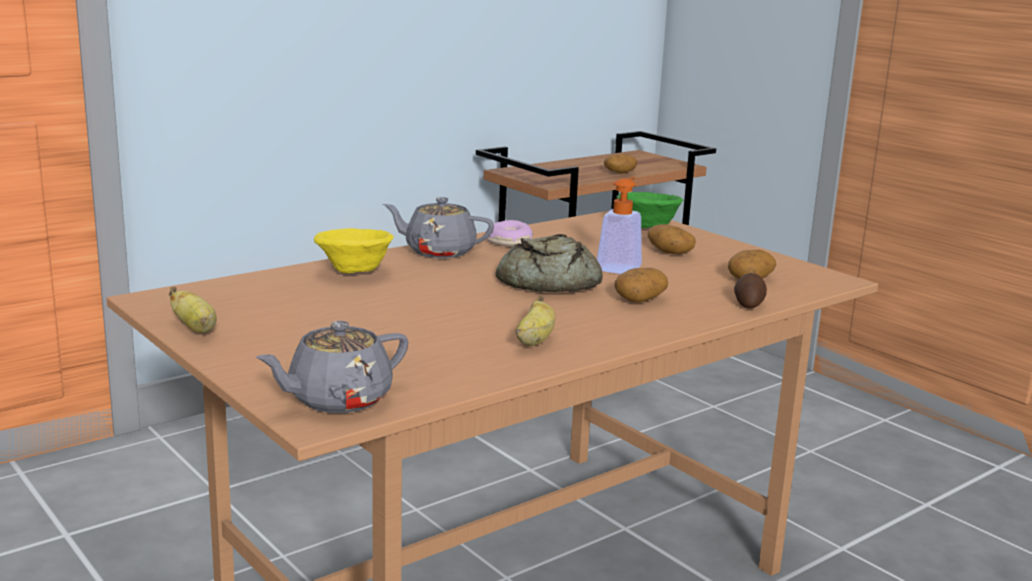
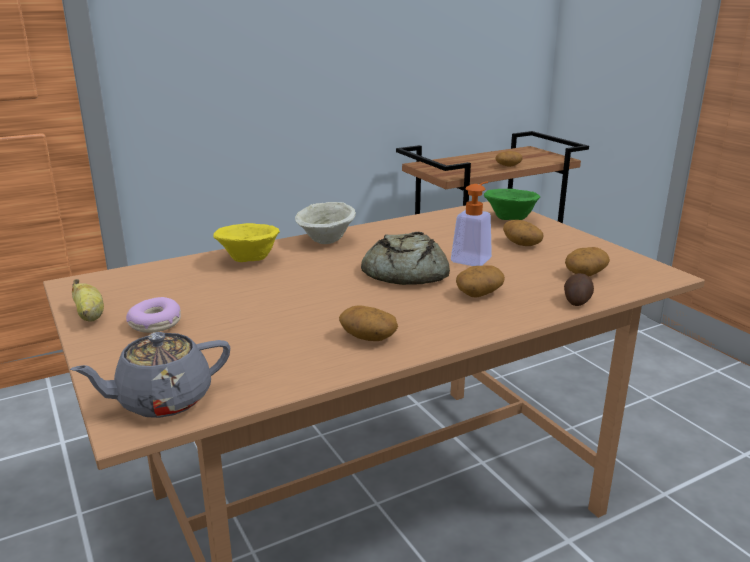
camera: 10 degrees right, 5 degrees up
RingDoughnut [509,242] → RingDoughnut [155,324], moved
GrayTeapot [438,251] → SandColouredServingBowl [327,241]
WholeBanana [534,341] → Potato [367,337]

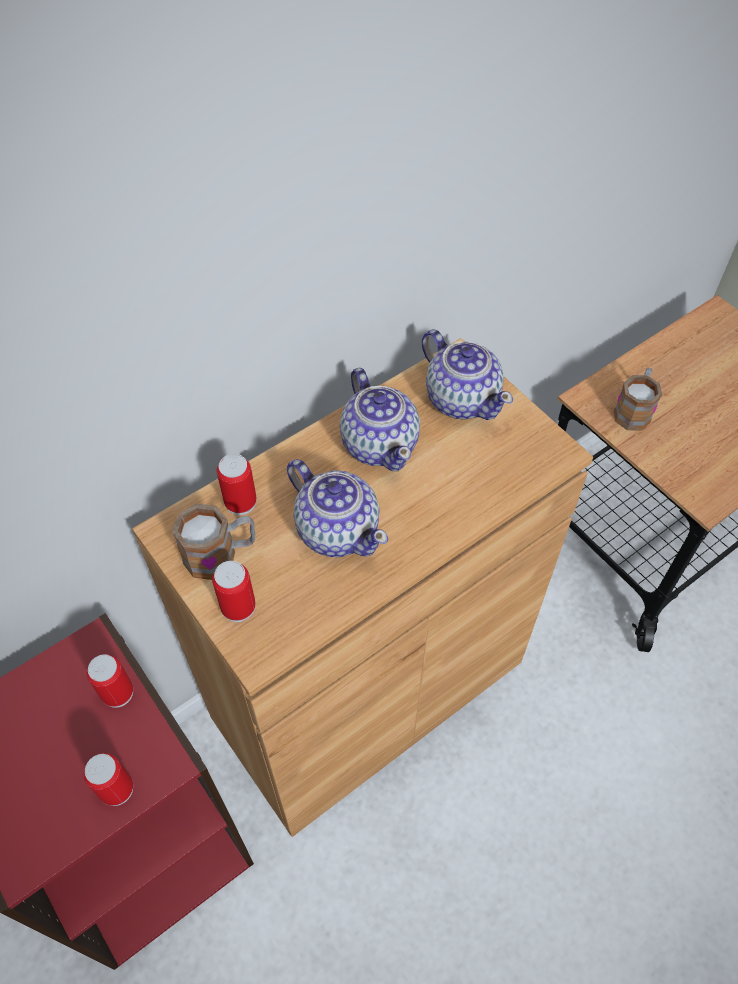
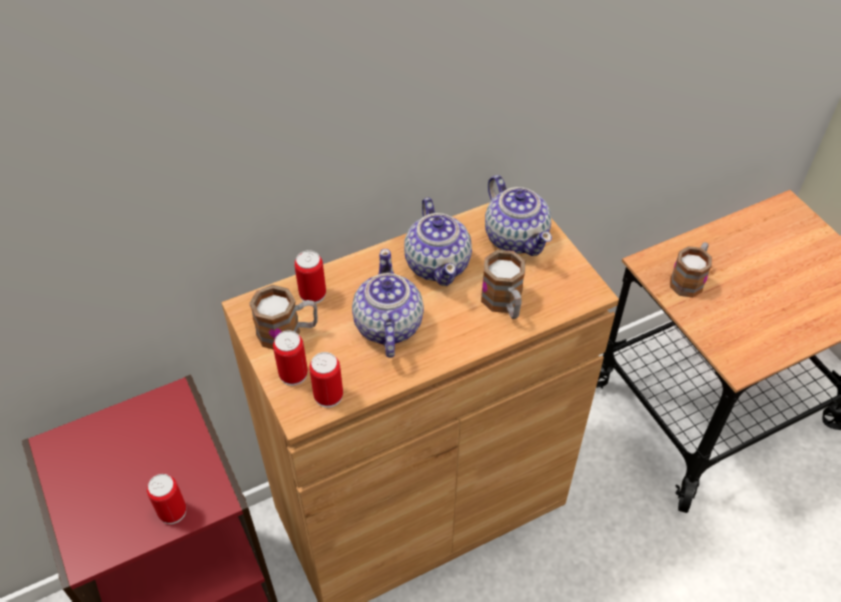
camera: 10 degrees right, 5 degrees down
MetalCan [118,693] → MetalCan [328,396], moved
Teapot [337,529] → Teapot [387,326], 150 degrees counterclockwise
- → TeaMug [504,304]

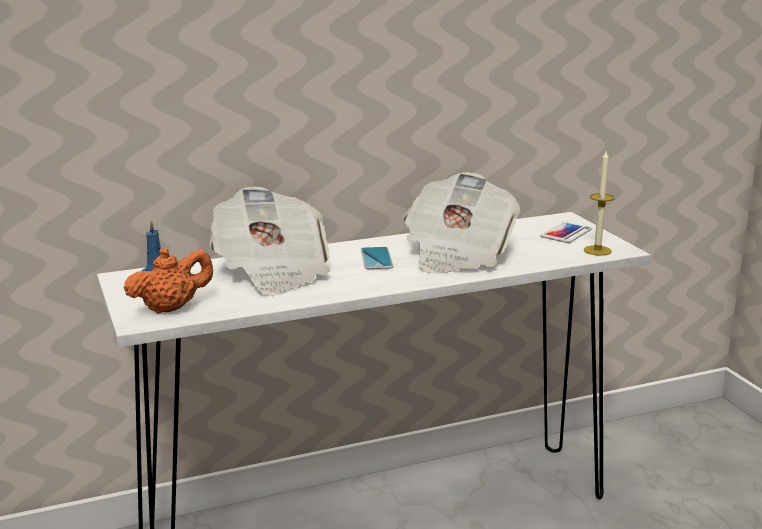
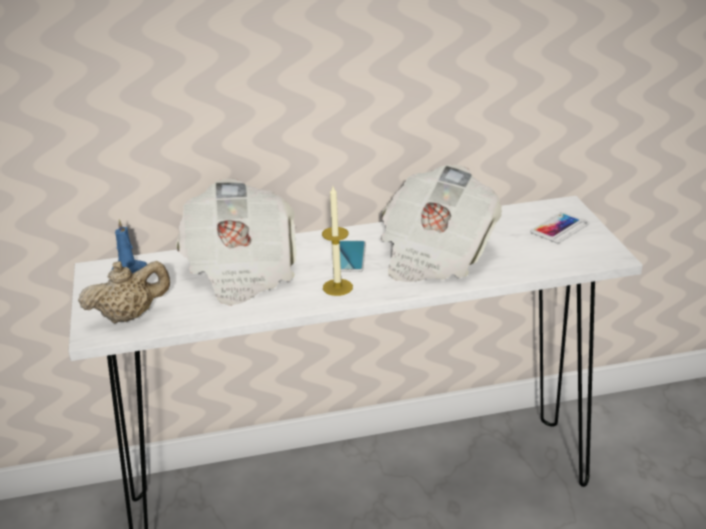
camera: 10 degrees right, 10 degrees up
OrangeTeapot [171,308] → SandColouredTeapot [129,316]
WaxCandle [597,250] → WaxCandle [337,287], moved

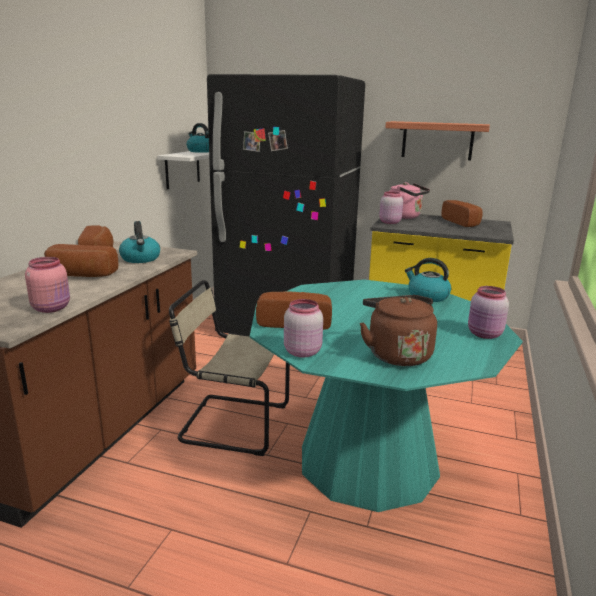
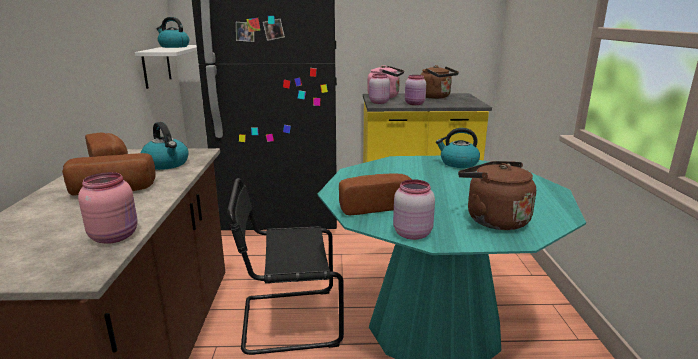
camera: 20 degrees left, 0 degrees up
SandColouredUprightChair [230,423] → BlackColouredUprightChair [286,321]
PinkColouredJar [484,334] → PinkColouredJar [414,104], moved
BakeryBread [462,222] → BrownishWaterKettle [436,97]
Shelf [437,140] → -

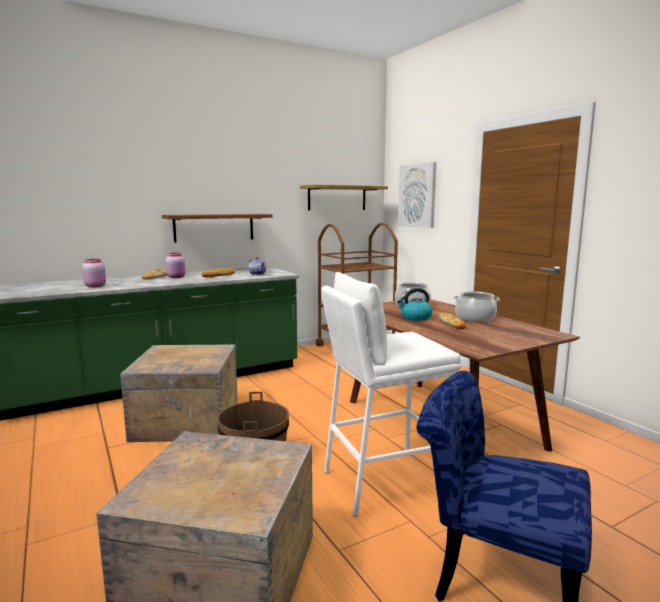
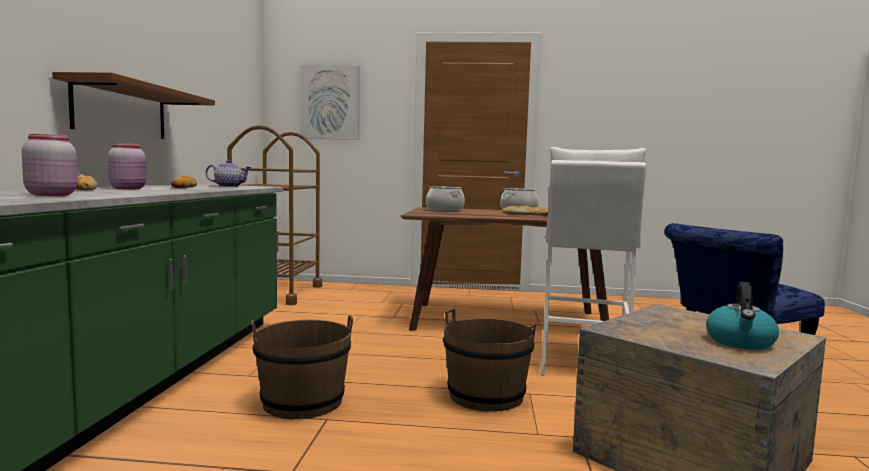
camera: 55 degrees left, 5 degrees down
PackingCrate [189,419] → BrownishBucket [302,402]
WaterKettle [415,317] → WaterKettle [740,342], moved
Shelf [337,198] → -

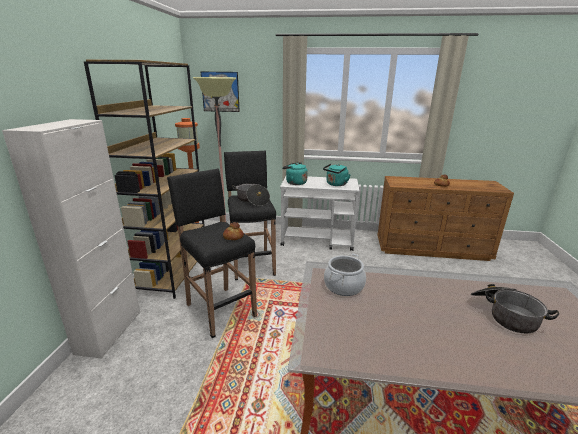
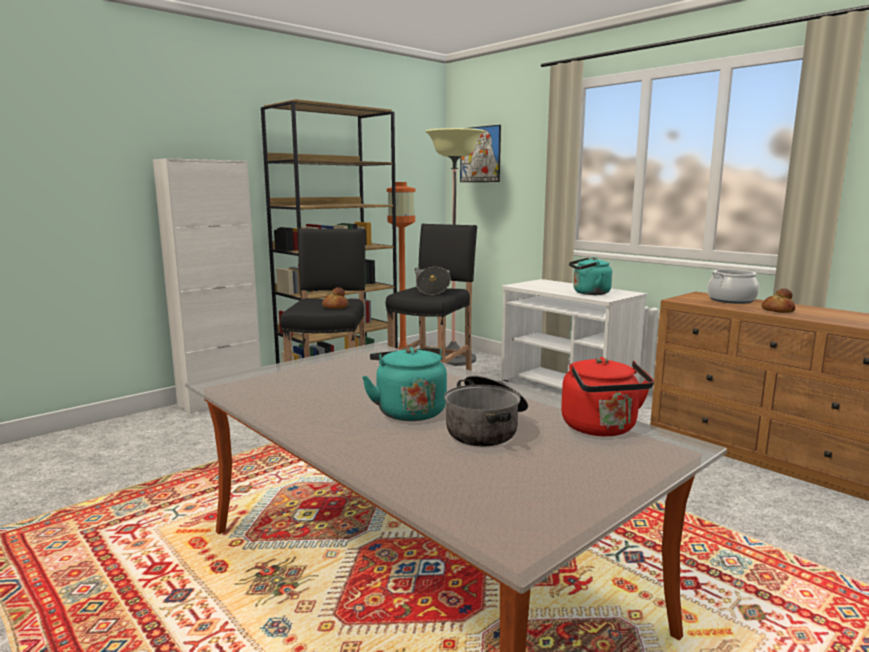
camera: 40 degrees right, 10 degrees down
TurquoiseWaterKettle [294,183] → TurquoiseWaterKettle [409,411], moved
- → RedWaterKettle [601,429]
Stockpot [343,286] → Stockpot [731,300], moved

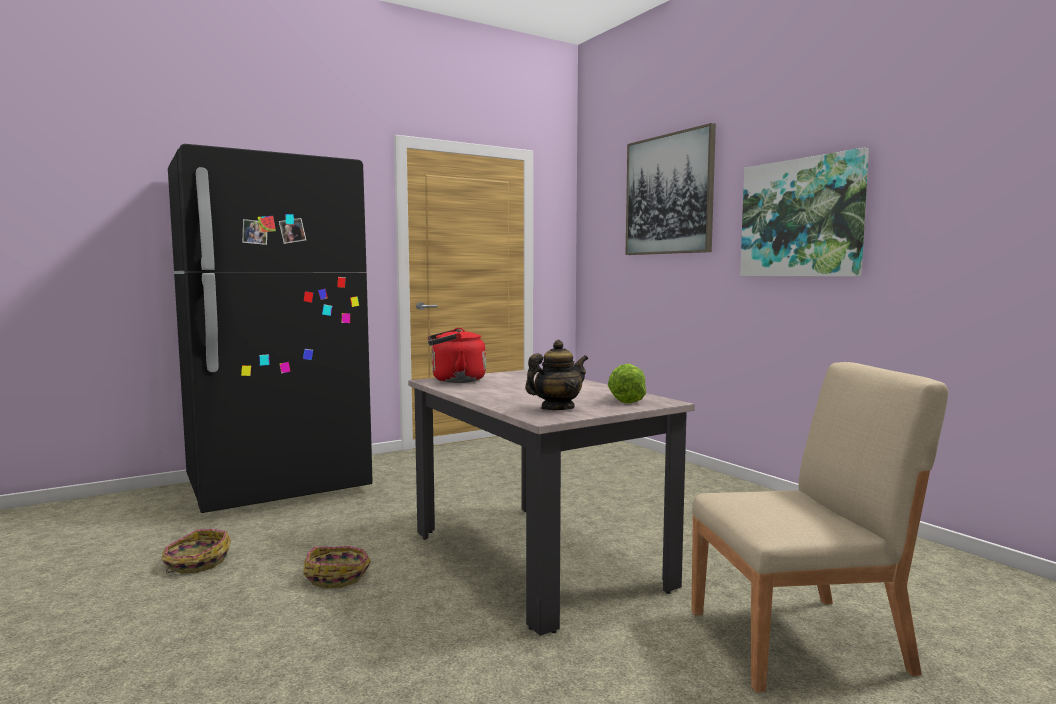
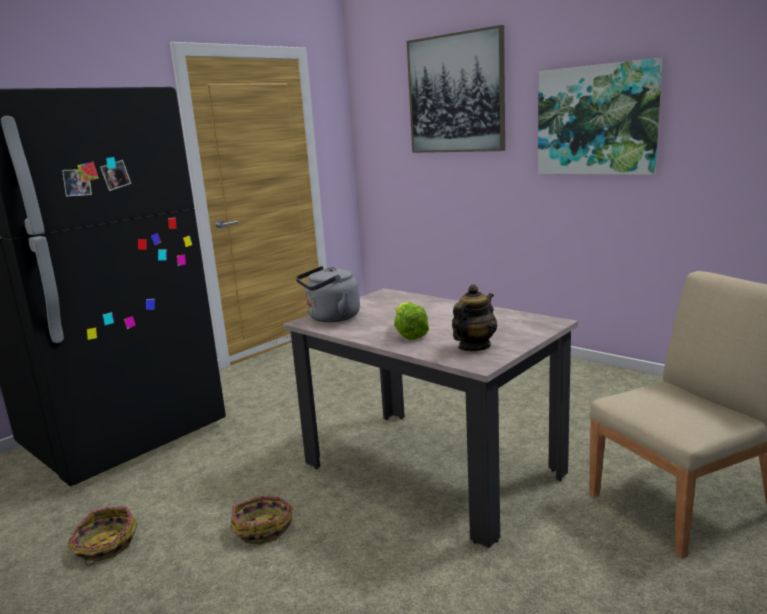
camera: 15 degrees left, 10 degrees up
RedWaterKettle [455,380] → GrayWaterKettle [331,318]
LettuceHead [625,400] → LettuceHead [409,334], moved

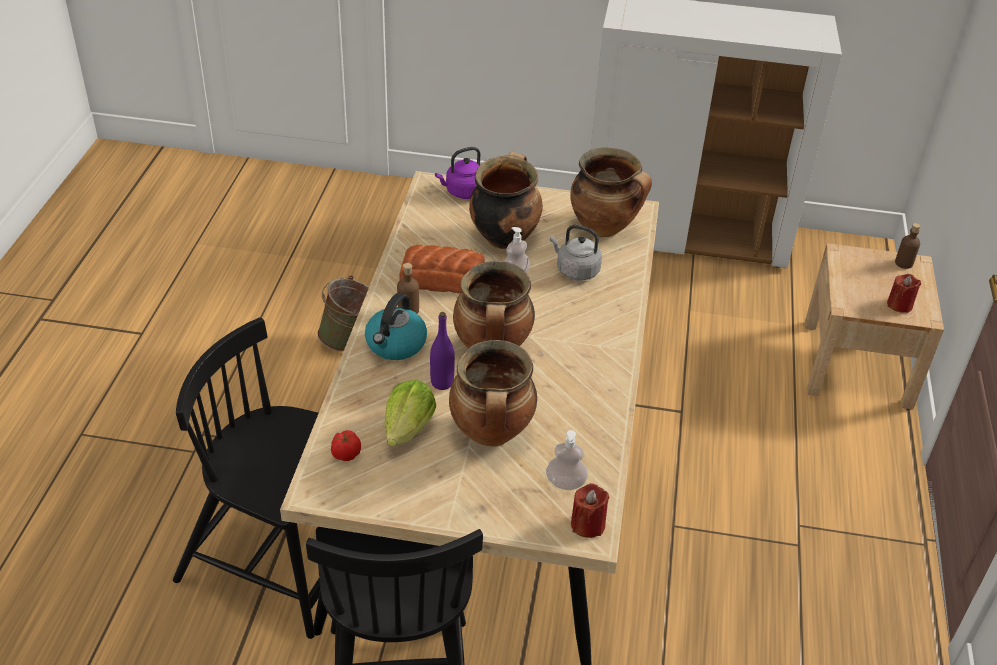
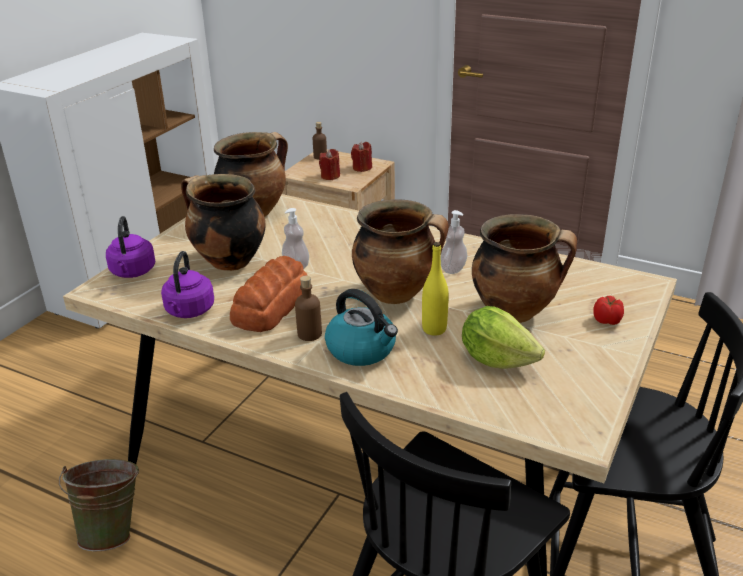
camera: 70 degrees left, 10 degrees down
- → PurplishWaterKettle [189,311]
RedWaxCandle [588,524] → RedWaxCandle [330,176], moved
PurplishBottle [442,383] → YellowBottle [434,329]
SoapDispenser [565,483] → SoapDispenser [453,269], moved
Tomato [345,454] → Tomato [607,321], moved
GrayWaterKettle [575,270] → -

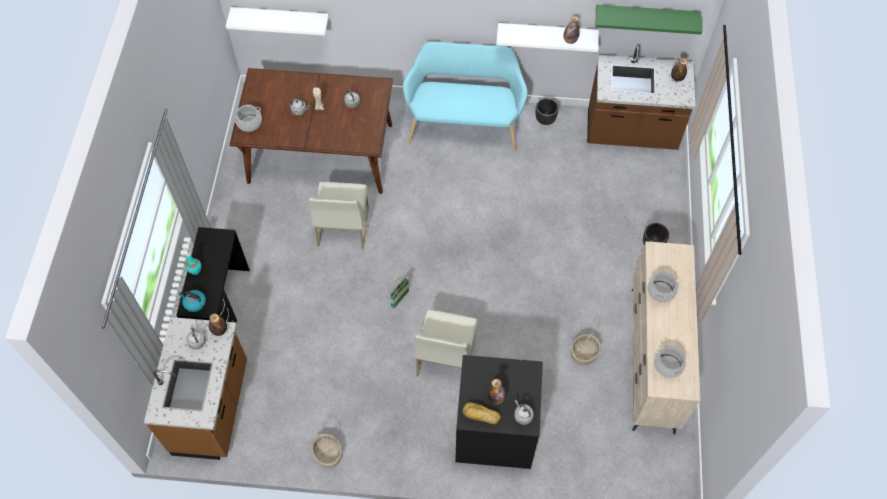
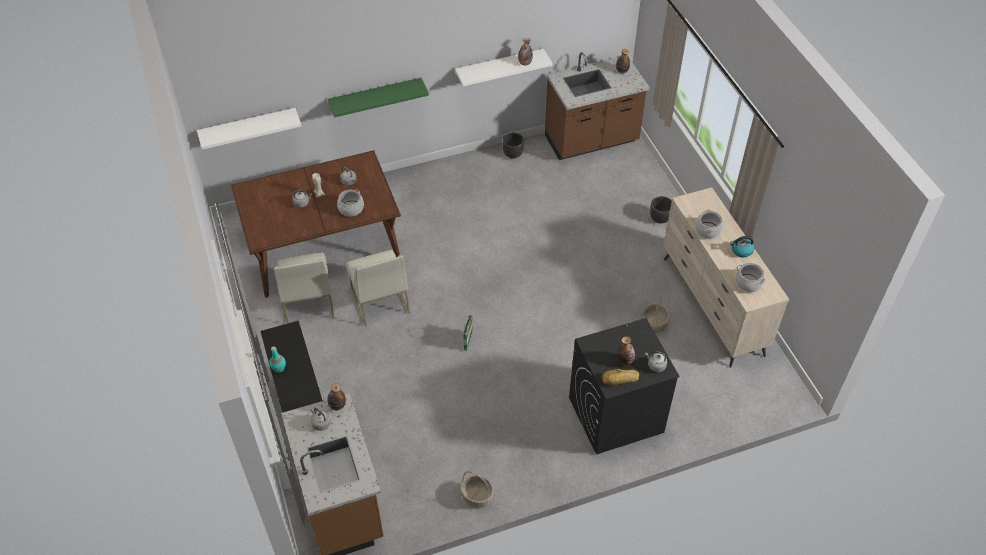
camera: 25 degrees left, 10 degrees down
WhiteUprightChair [445,356] → WhiteUprightChair [307,301], moved
GreenishShelf [646,16] → GreenishShelf [375,96], moved
Stockpot [249,123] → Stockpot [351,208], moved
WaterKettle [194,303] → WaterKettle [741,251], moved
TurquoiseIndoorBench [464,124] → -

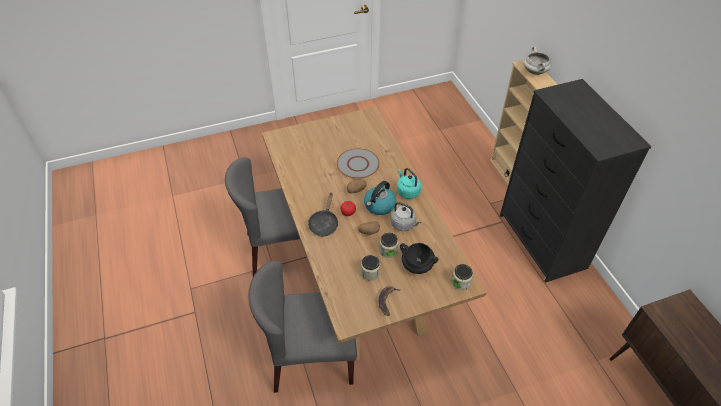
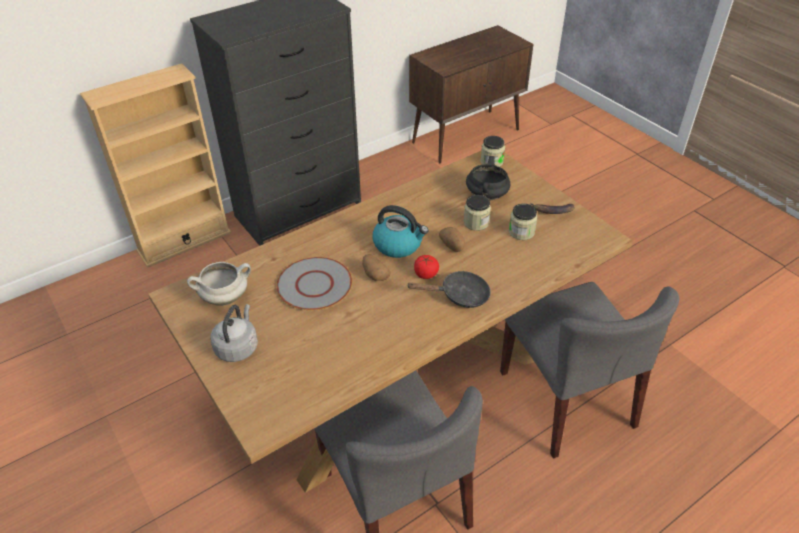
camera: 105 degrees left, 5 degrees down
WhiteStockpot [535,72] → WhiteStockpot [225,297], moved
GrayWaterKettle [404,224] → GrayWaterKettle [238,347], moved
TurquoiseWaterKettle [407,191] → -

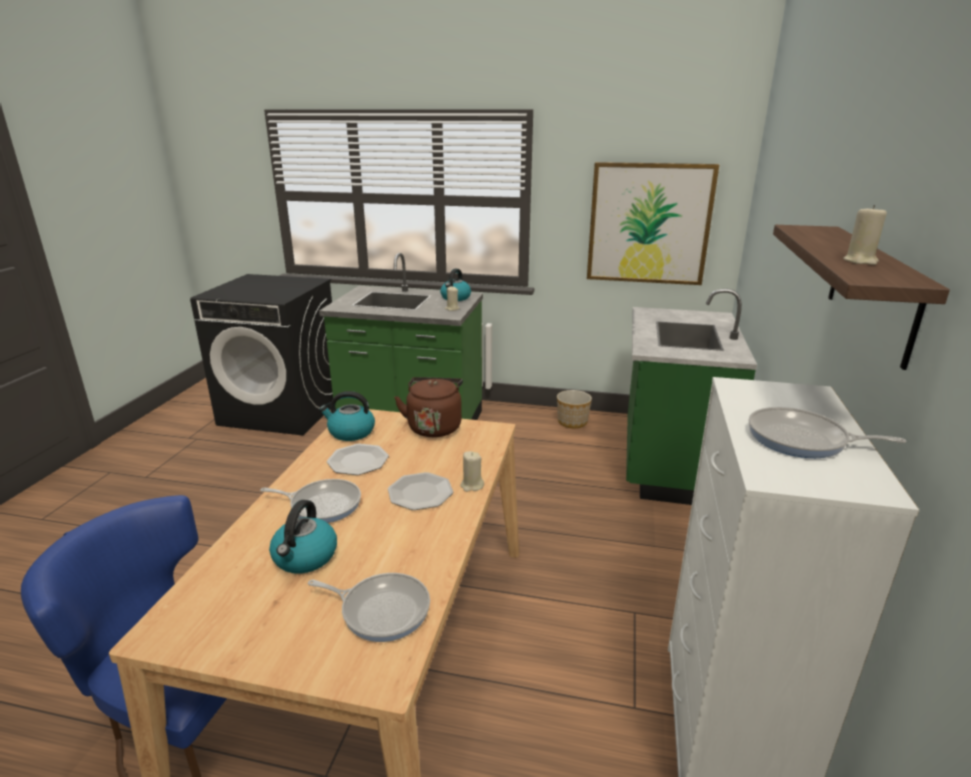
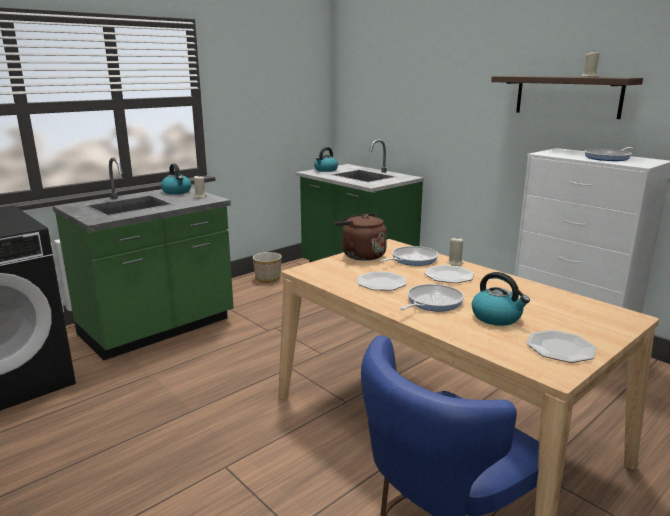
camera: 55 degrees left, 5 degrees down
WaterKettle [350,432] → WaterKettle [326,170], moved
FryingPan [381,610] → FryingPan [412,259], moved
- → FlatDish [560,348]
WallArt [649,224] → -

